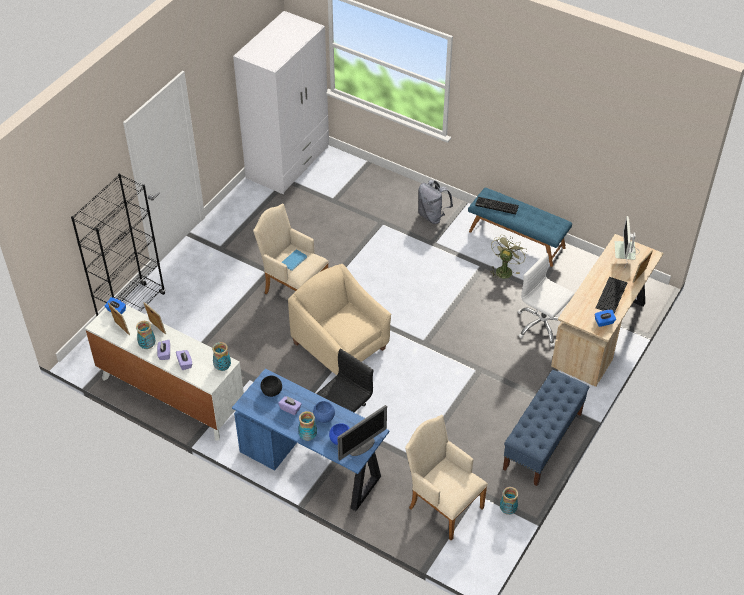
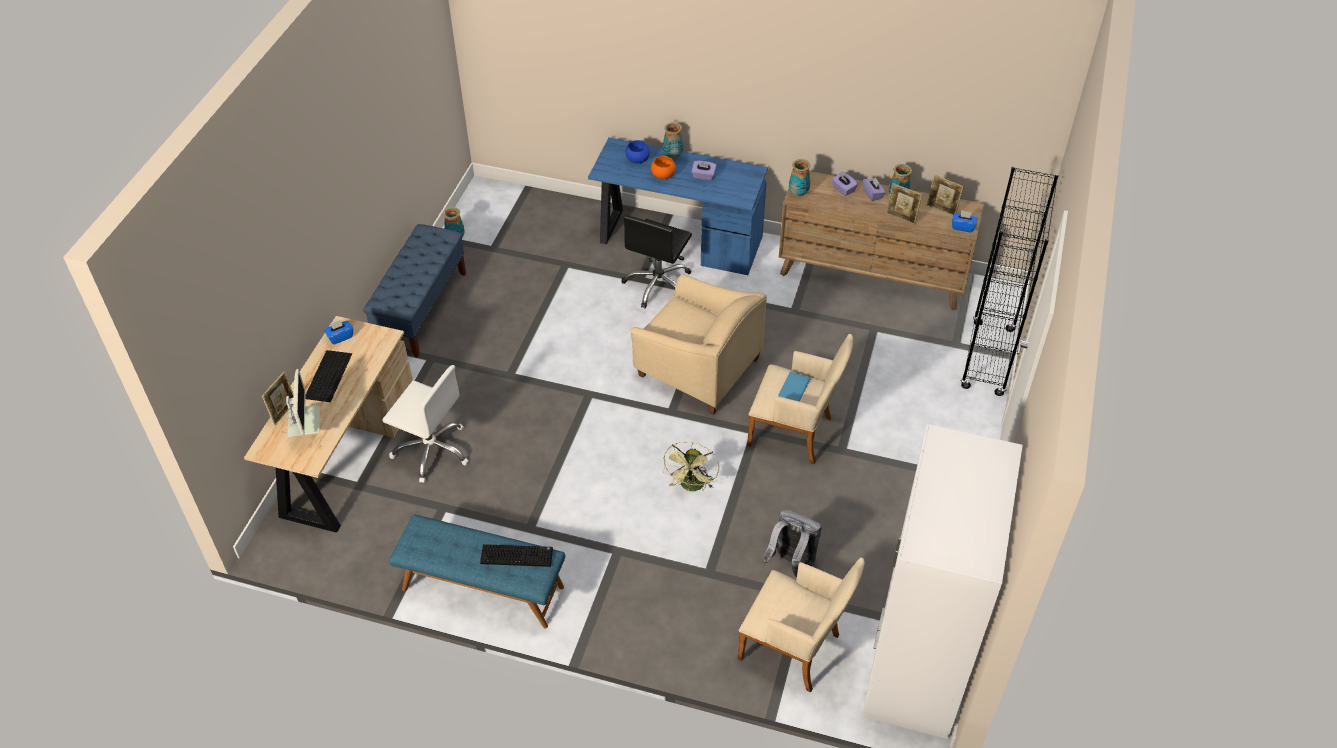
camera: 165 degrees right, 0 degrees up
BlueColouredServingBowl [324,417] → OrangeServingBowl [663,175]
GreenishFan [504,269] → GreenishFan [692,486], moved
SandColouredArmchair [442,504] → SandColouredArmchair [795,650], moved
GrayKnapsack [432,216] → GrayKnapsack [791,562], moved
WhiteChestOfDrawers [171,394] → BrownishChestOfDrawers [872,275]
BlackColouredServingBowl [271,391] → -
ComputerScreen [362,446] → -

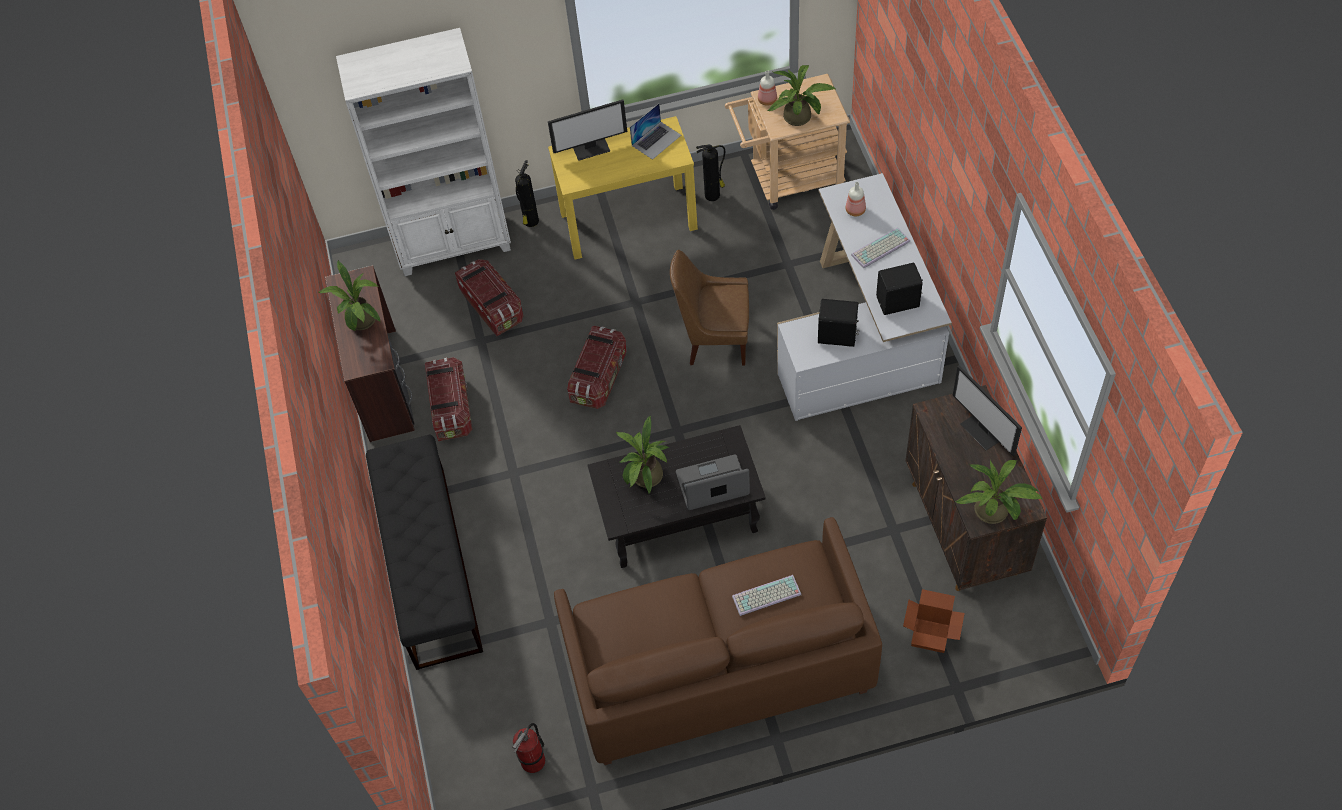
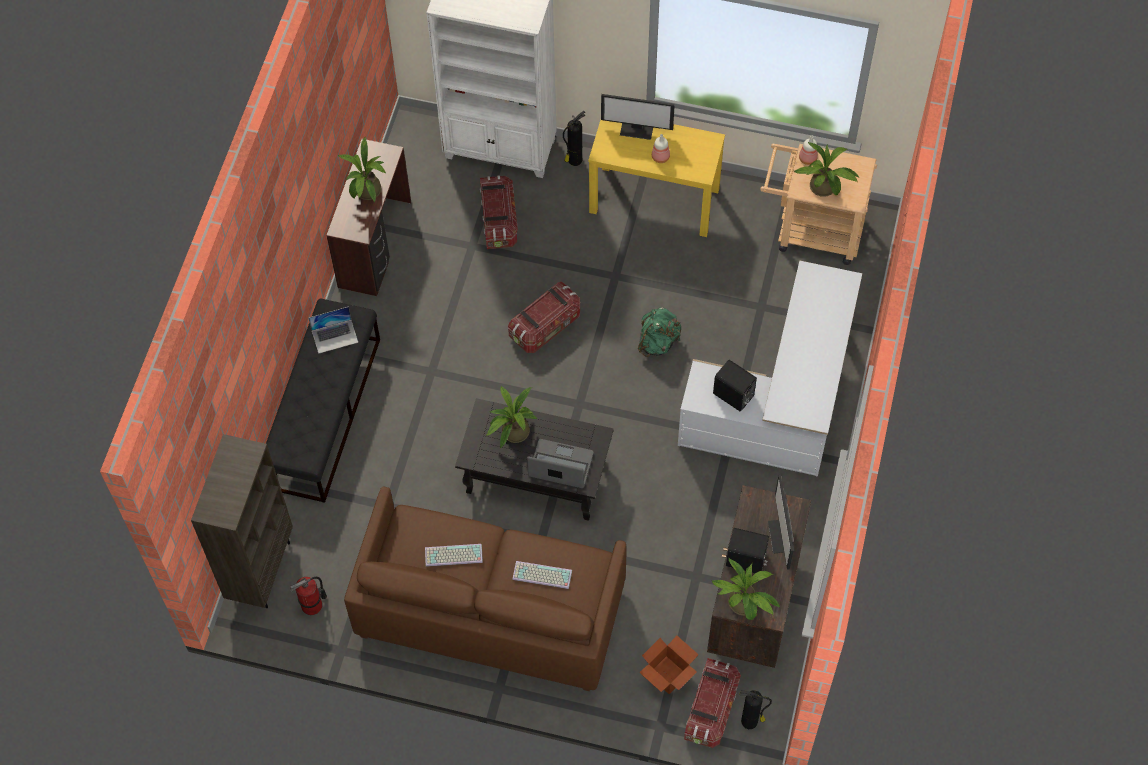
camera: 25 degrees right, 5 degrees up
- → BrownishBookcase [261,570]
NotebookComputer [656,140] → NotebookComputer [335,336], moved
Keyboard [880,249] → Keyboard [453,556], moved
BrownishUprightChair [714,340] → GreenishKnapsack [658,342]
Bottle [855,210] → Bottle [661,157], moved
StorageContainer [451,408] → StorageContainer [711,709], moved
BlackColouredSpeaker [898,303] → BlackColouredSpeaker [746,561], moved
FireFightingCylinder [713,195] → FireFightingCylinder [750,721], moved

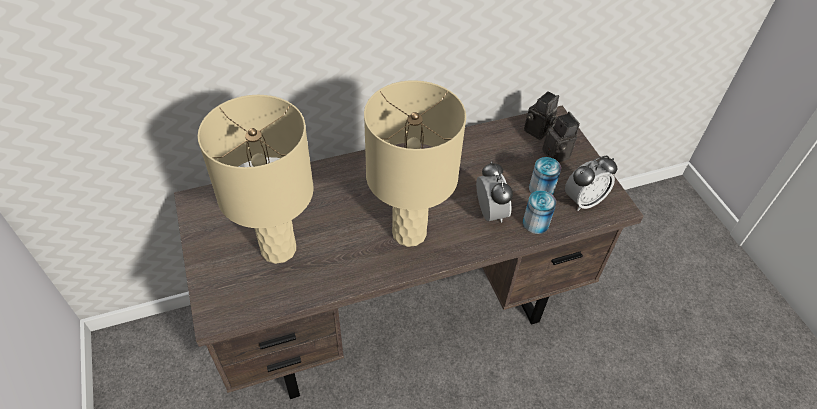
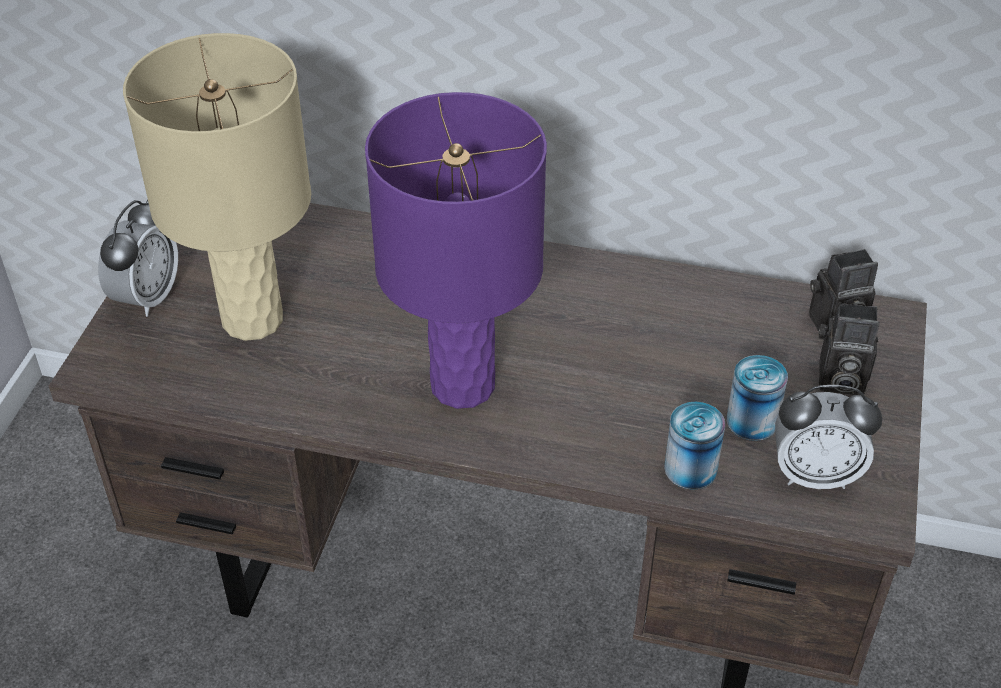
camera: 35 degrees right, 5 degrees down
TableClock [490,213] → TableClock [147,297], moved
SandColouredLampForATable [409,232] → PurplishLampForATable [464,385]
StillCamera [558,155] → StillCamera [838,380], 90 degrees clockwise

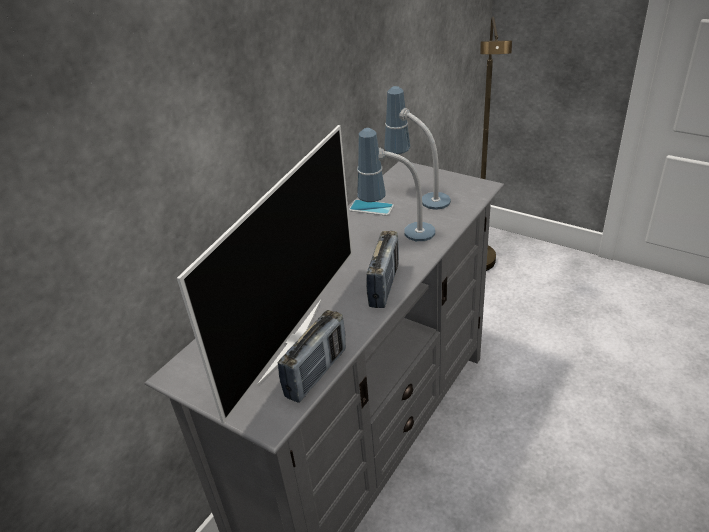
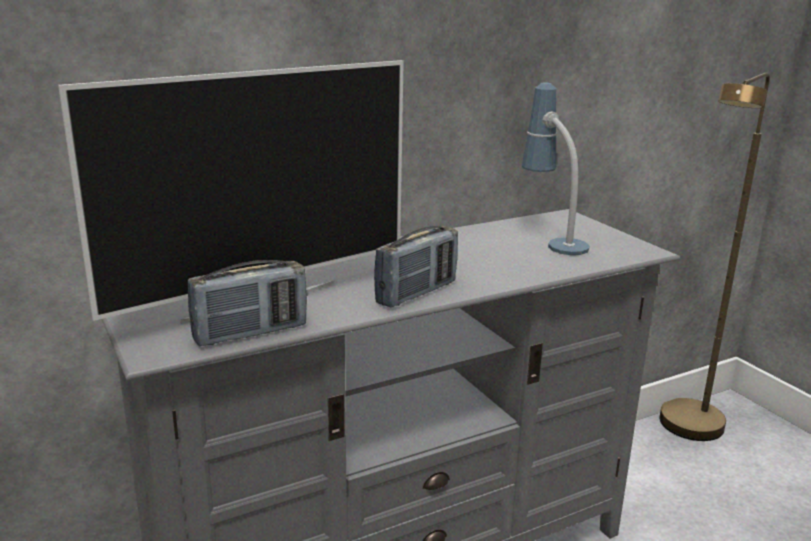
camera: 25 degrees right, 15 degrees down
Handset [371,208] → -
LampForATable [398,236] → -

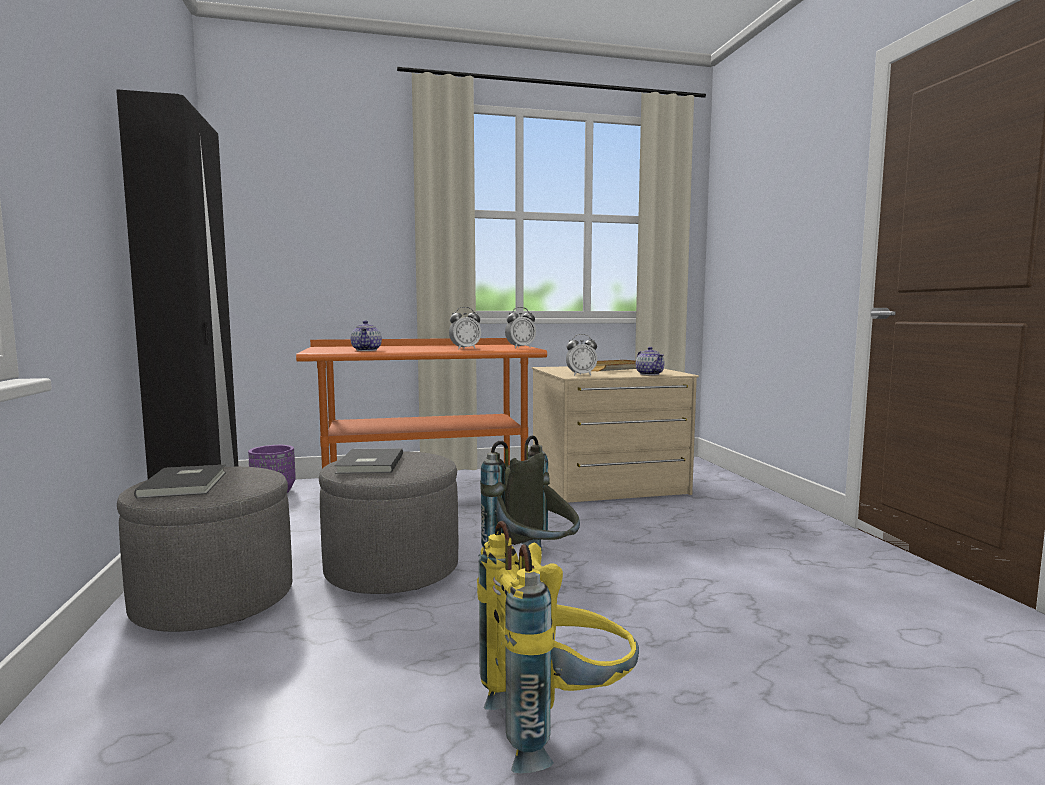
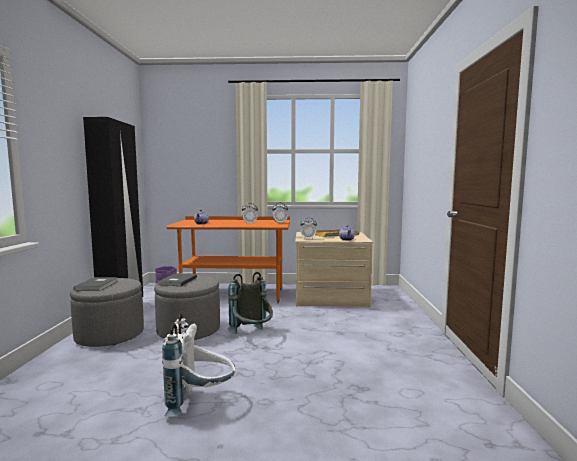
camera: 15 degrees right, 0 degrees up
YellowKnapsack [558,724] → WhiteKnapsack [200,402]

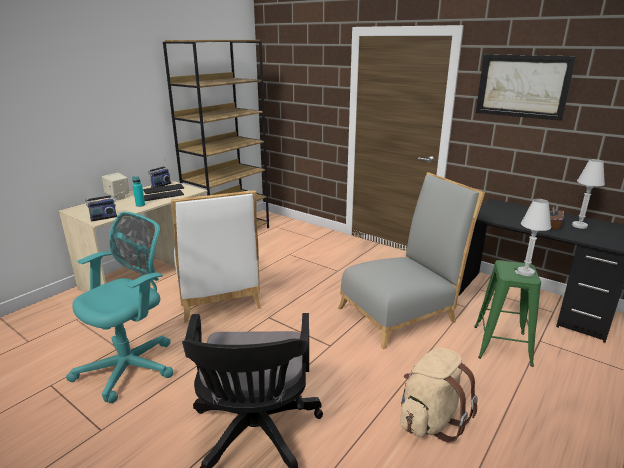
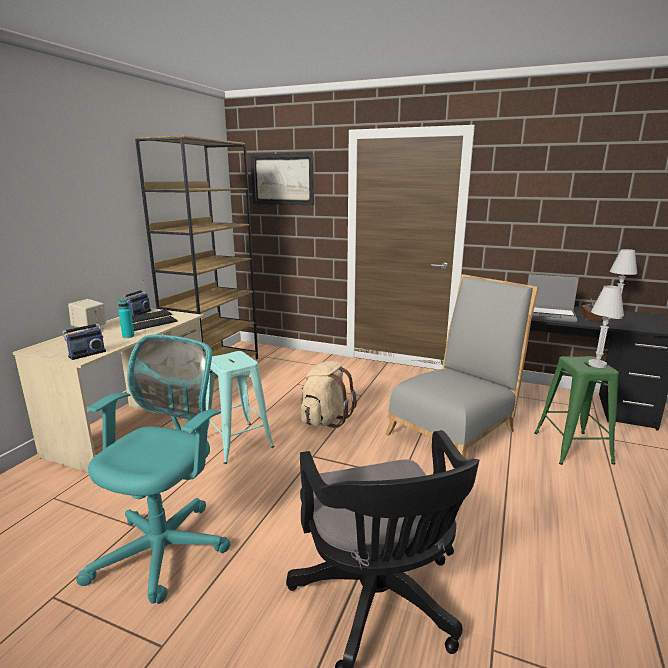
camera: 15 degrees left, 5 degrees down
WhiteUprightChair [217,297] → TurquoiseStoolSeat [238,442]
WallArt [522,86] → WallArt [282,179], moved
SandColouredKnapsack [430,420] → SandColouredKnapsack [325,419], moved
- → NotebookComputer [549,315]

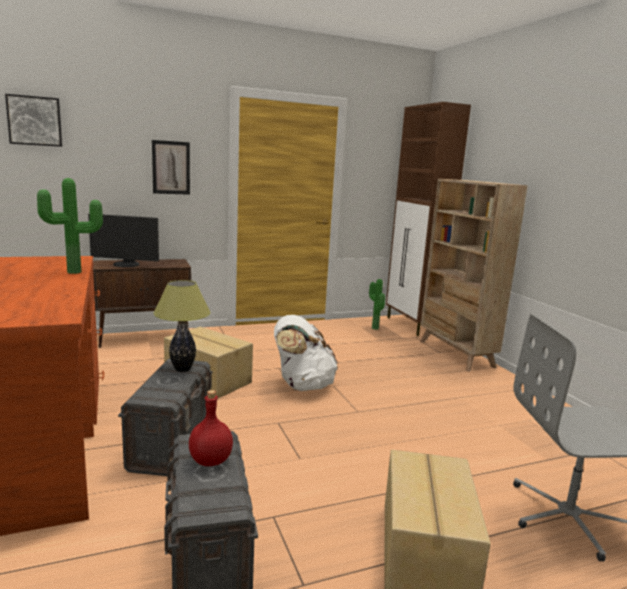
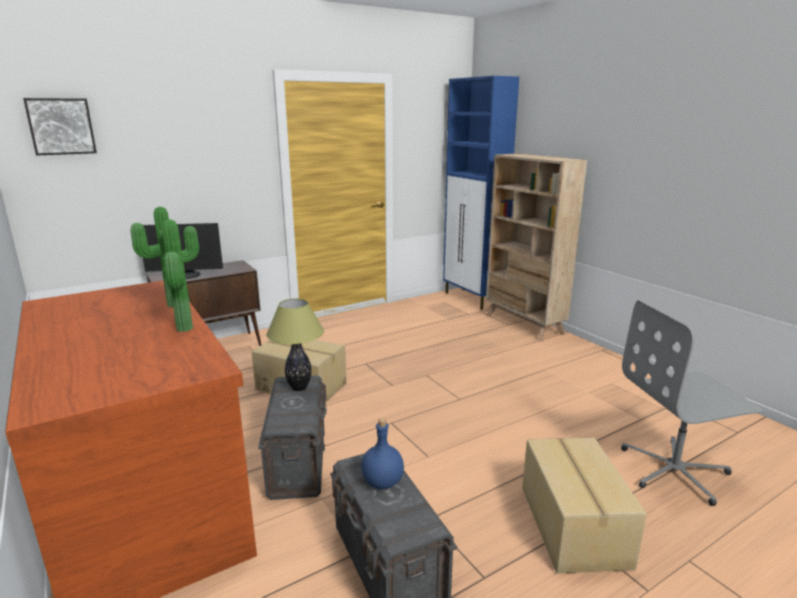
camera: 10 degrees left, 5 degrees up
PottedPlant [373,328] → PottedPlant [181,329], moved
RedBottle [211,460] → BlueColouredBottle [383,482]
BrownishCabinet [412,326] → BlueColouredCabinet [472,299]
WallArt [171,167] → -
WhiteKnapsack [302,385] → -

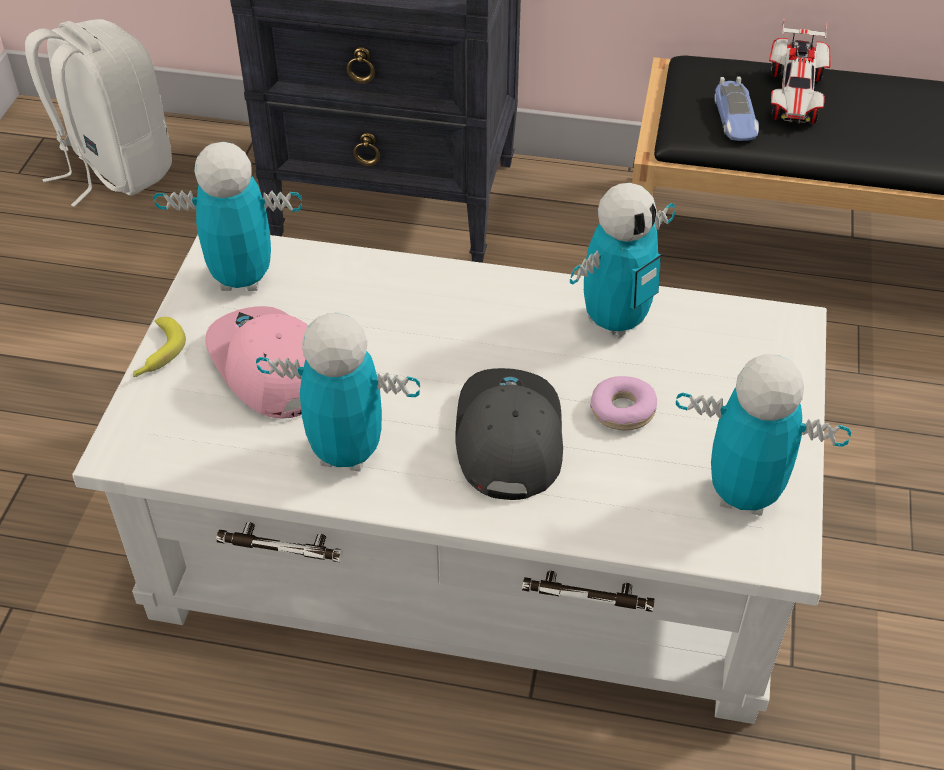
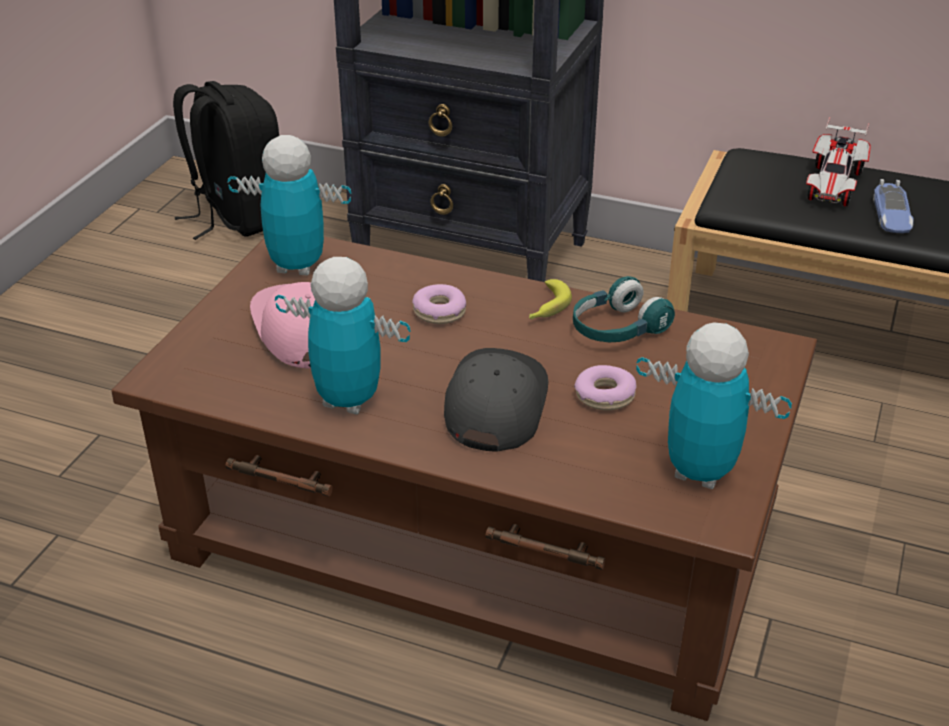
camera: 10 degrees right, 10 degrees down
WhiteCoffeeTable [469,545] → BrownishCoffeeTable [472,537]
WhiteKnapsack [114,169] → BlackColouredKnapsack [237,216]
- → RingDoughnut [439,312]
WholeBanana [156,355] → WholeBanana [546,307], moved
ModelRobot [615,321] → TurquoisePairOfHeadphones [617,329]
MiniatureCar [735,118] → MiniatureCar [891,216], moved

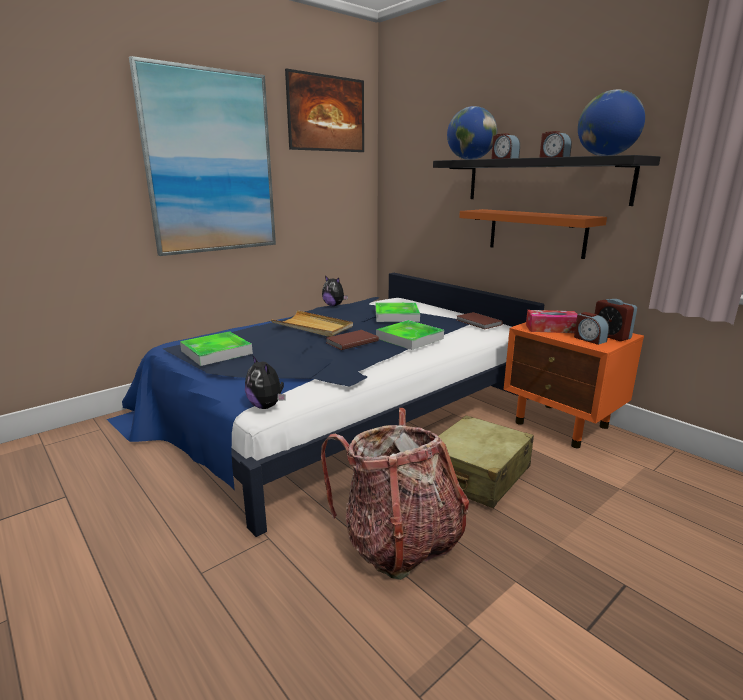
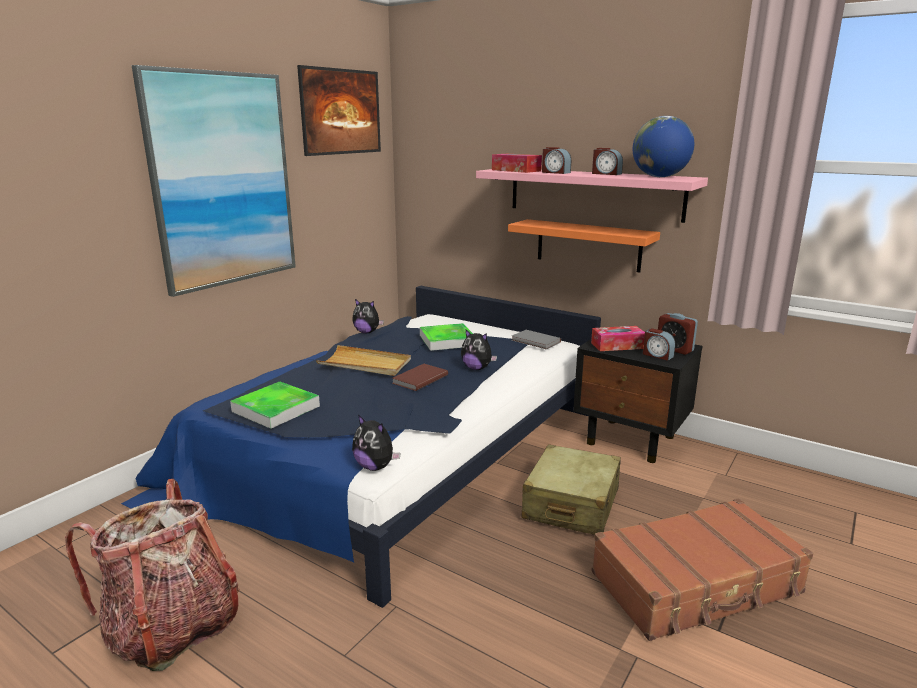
camera: 15 degrees left, 0 degrees up
Knapsack [398,541] → Knapsack [172,627], moved
ServingTray [409,338] → SoftToy [477,368]
BlackColouredShelf [544,181] → PinkColouredShelf [594,193]
DeskGlobe [470,159] → BoxOfTissues [516,170]
BrownishVolume [478,322] → GrayVolume [535,341]
OrangeBedsideTable [562,425] → BlackColouredBedsideTable [632,440]
- → BrownishPieceOfLuggage [697,584]

